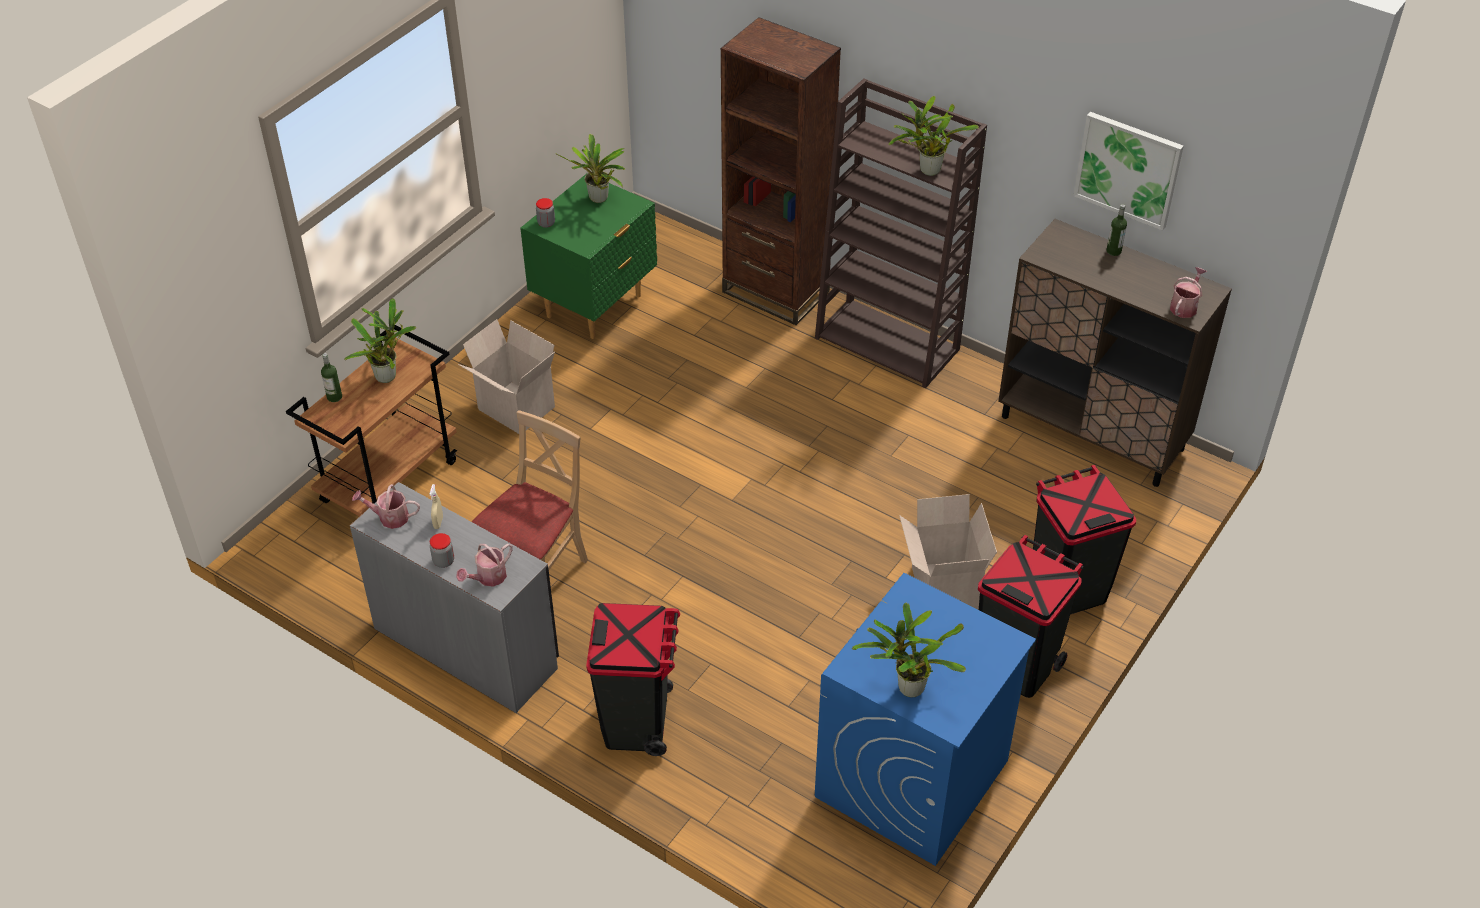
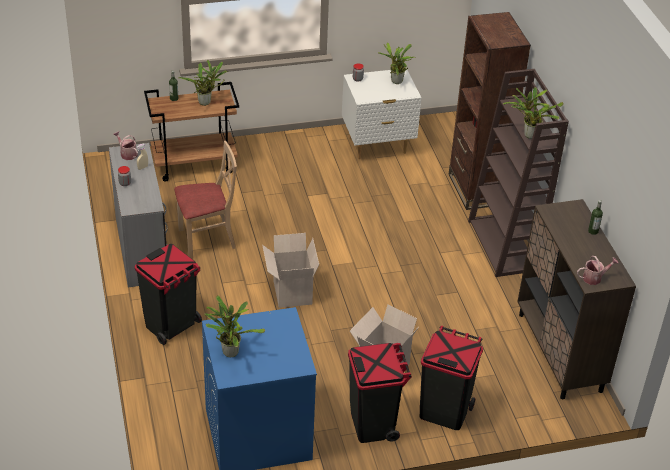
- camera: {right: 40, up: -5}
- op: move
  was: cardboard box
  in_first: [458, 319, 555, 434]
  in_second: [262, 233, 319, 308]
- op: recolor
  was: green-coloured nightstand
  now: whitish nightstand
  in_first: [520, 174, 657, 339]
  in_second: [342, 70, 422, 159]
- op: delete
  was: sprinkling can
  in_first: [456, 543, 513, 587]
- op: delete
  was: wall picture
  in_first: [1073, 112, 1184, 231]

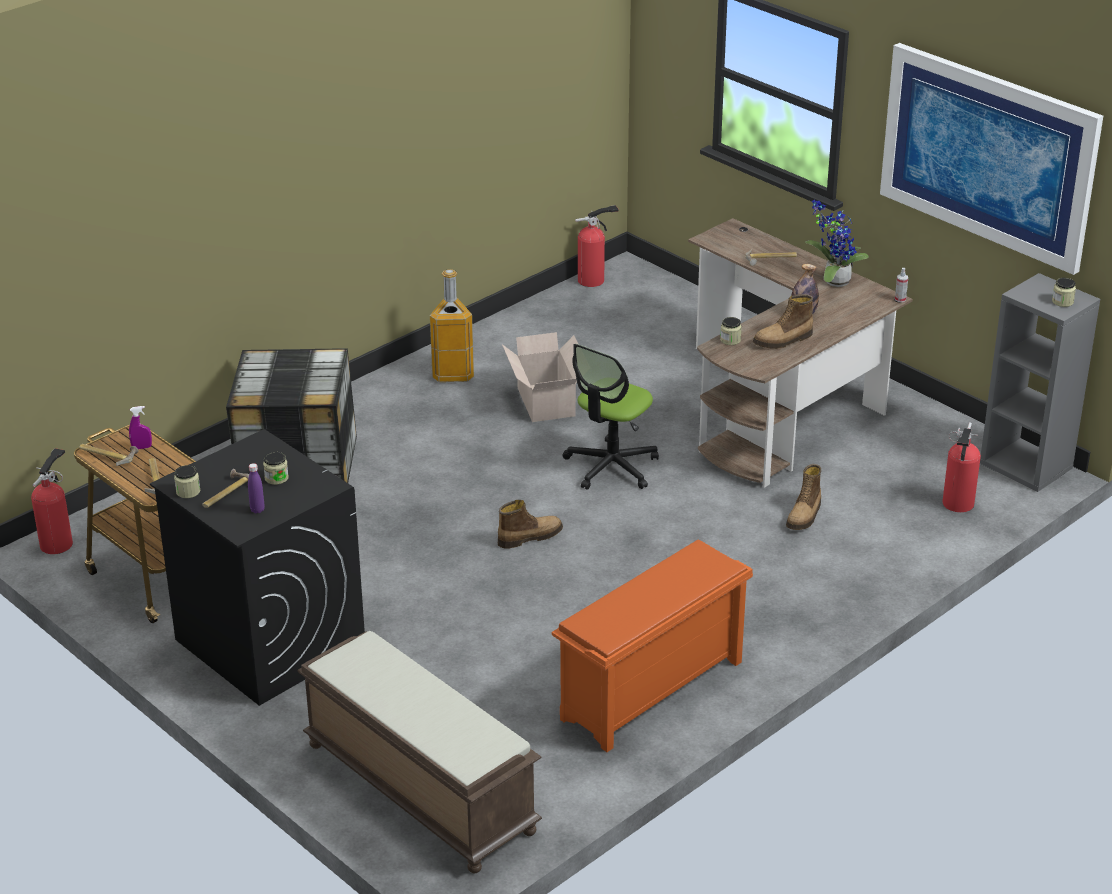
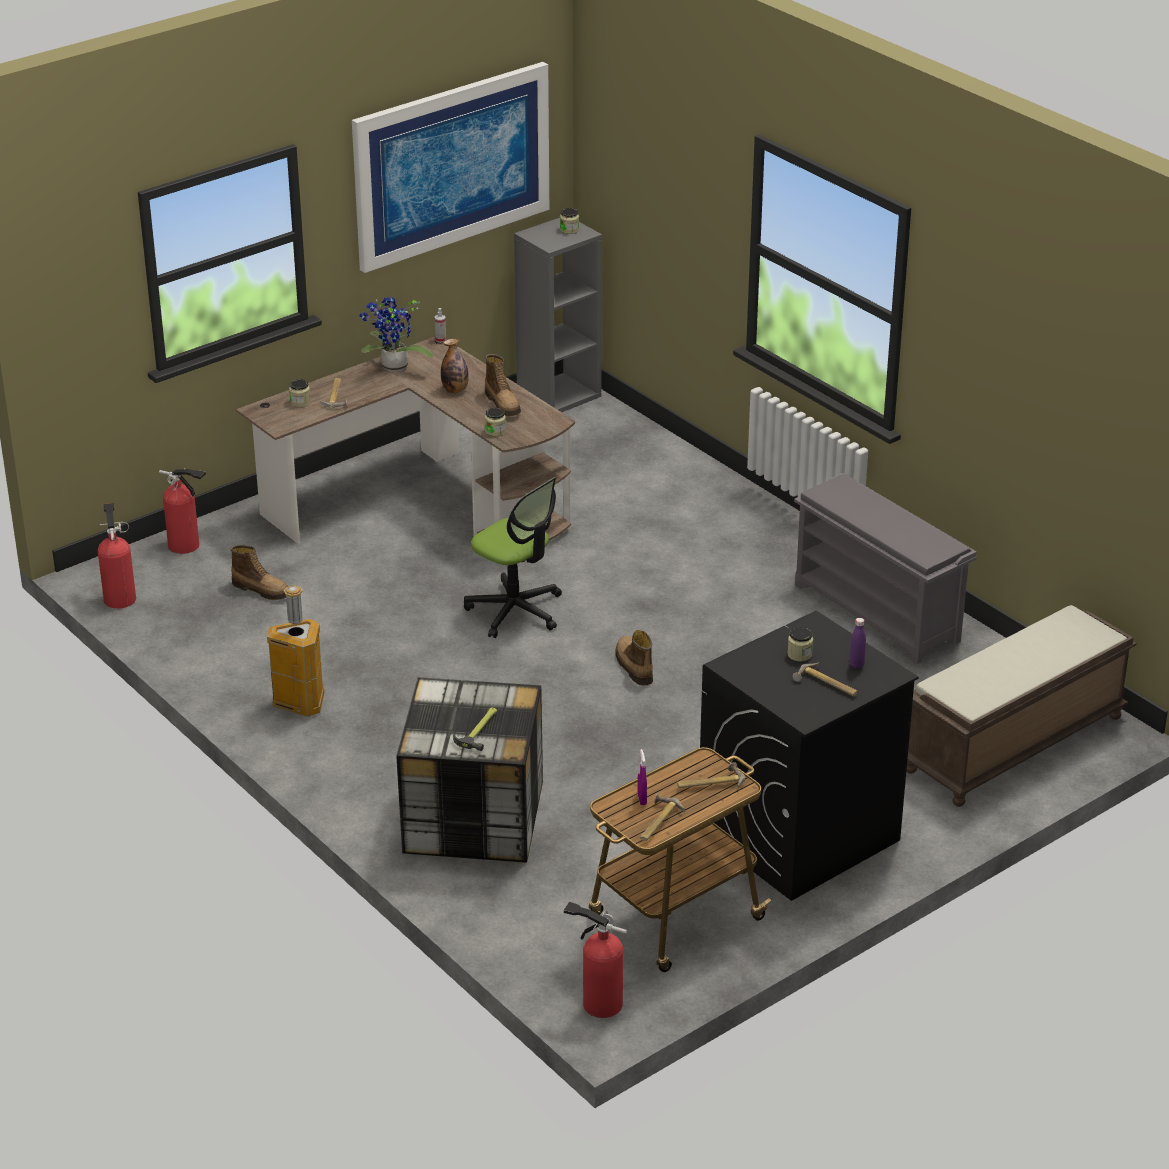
- camera: {right: -85, up: 0}
- op: move
  was: fire-fighting cylinder
  in_first: [942, 422, 981, 512]
  in_second: [159, 469, 206, 554]
- op: move
  was: boot
  in_first: [786, 464, 821, 530]
  in_second: [230, 545, 288, 600]
- op: move
  was: storage jar
  in_first: [174, 465, 200, 498]
  in_second: [289, 379, 311, 407]
- op: insert
  now: hammer
  in_second: [453, 708, 497, 751]
- op: recolor
  was: orange-coloured shoe stand
  now: gray shoe stand
  in_first: [552, 540, 753, 752]
  in_second: [794, 473, 976, 664]
- op: delete
  was: cardboard box
  in_first: [502, 332, 578, 422]

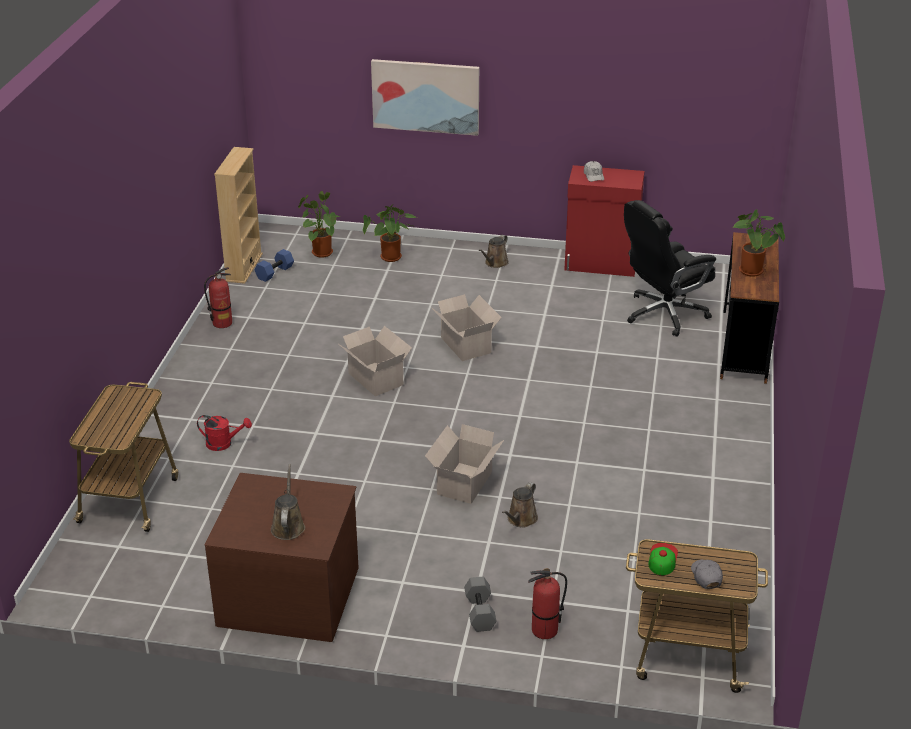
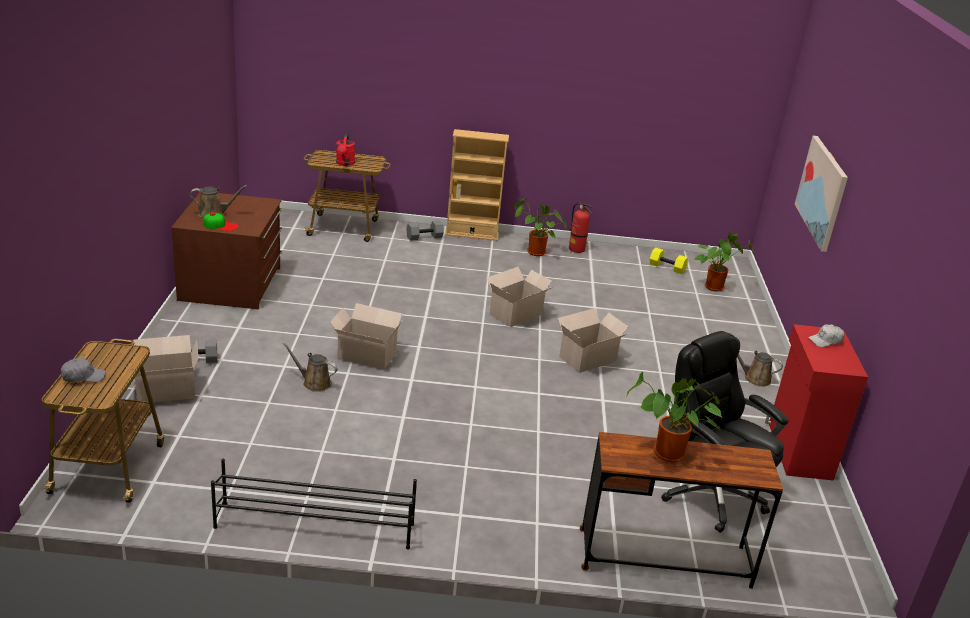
- camera: {right: 80, up: -5}
- op: replace
  was: fire-fighting cylinder
  now: cardboard box
  in_first: [528, 568, 567, 639]
  in_second: [127, 335, 199, 402]
- op: move
  was: cap
  in_first: [648, 543, 678, 575]
  in_second: [203, 212, 238, 231]
- op: insert
  now: black-coloured shoe stand
  in_second: [211, 458, 417, 550]
- op: move
  was: red sprinkling can
  in_first: [197, 415, 252, 451]
  in_second: [336, 134, 355, 166]
- op: insert
  now: gray dumbbell
  in_second: [406, 220, 444, 241]
- op: move
  was: beige bookshelf
  in_first: [214, 147, 263, 284]
  in_second: [445, 129, 509, 241]
- op: move
  was: potted plant
  in_first: [363, 205, 417, 262]
  in_second: [514, 197, 566, 256]
- op: recolor
  was: blue dumbbell
  now: yellowish dumbbell
  in_first: [255, 249, 294, 282]
  in_second: [650, 248, 688, 274]

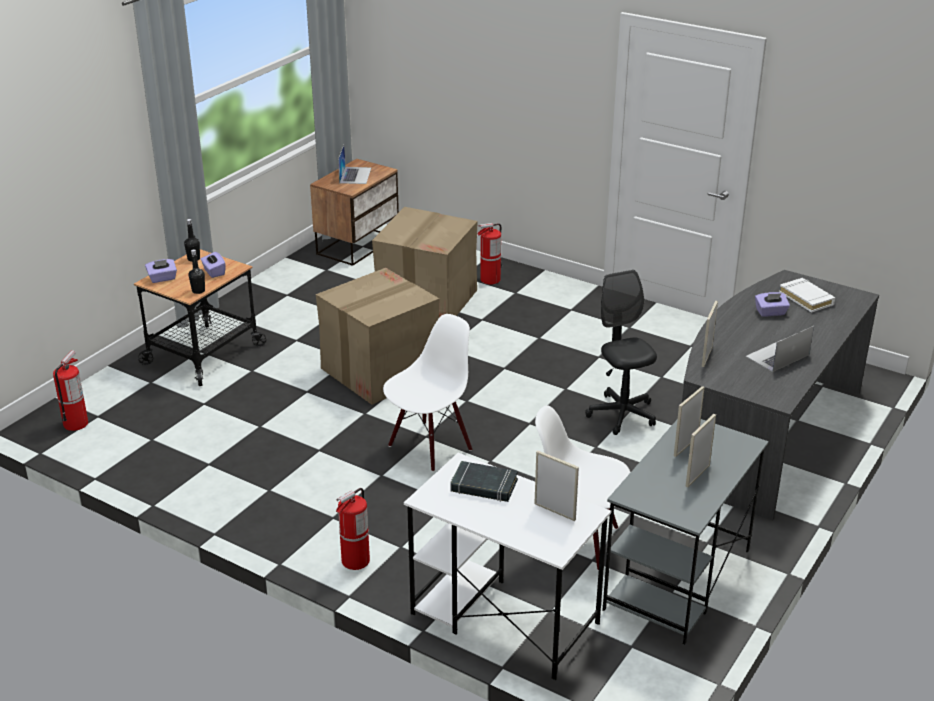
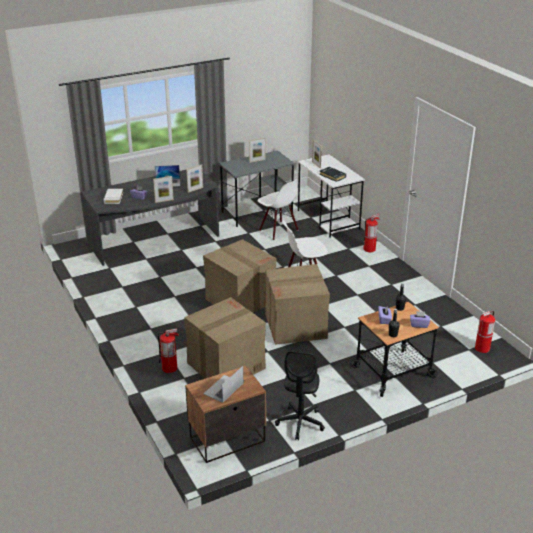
- camera: {right: -150, up: 0}
- op: move
  was: standing frame
  in_first: [674, 386, 705, 457]
  in_second: [153, 176, 174, 203]
- op: insert
  now: cardboard box
  in_second: [203, 239, 277, 313]
- op: move
  was: black-coloured computer chair
  in_first: [585, 270, 657, 435]
  in_second: [275, 351, 325, 440]

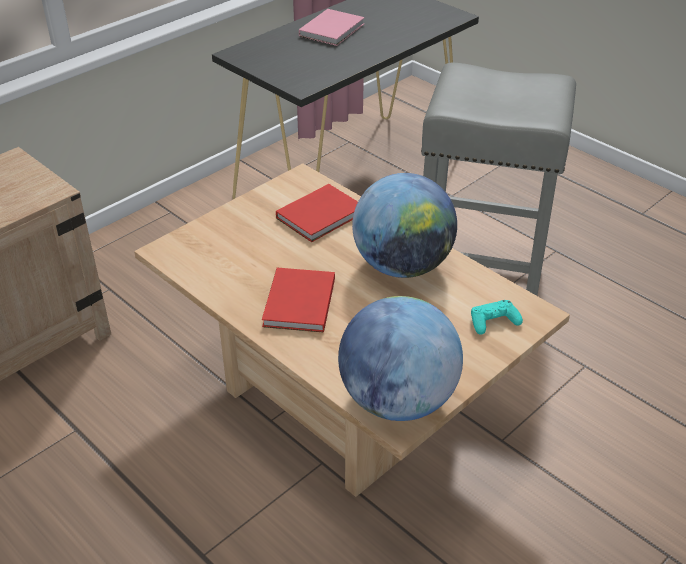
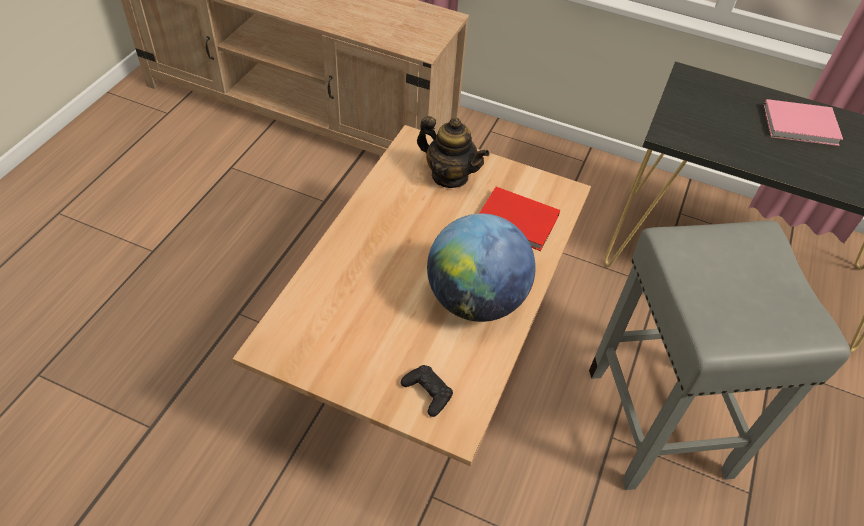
- camera: {right: 65, up: 10}
- op: recolor
  was: turquoise-coloured gamepad
  now: black-coloured gamepad
  in_first: [471, 300, 523, 335]
  in_second: [401, 365, 453, 417]
- op: insert
  now: pot for tea
  in_second: [417, 116, 490, 188]
- op: delete
  was: red book
  in_first: [262, 268, 335, 333]
- op: delete
  was: globe
  in_first: [338, 296, 463, 421]

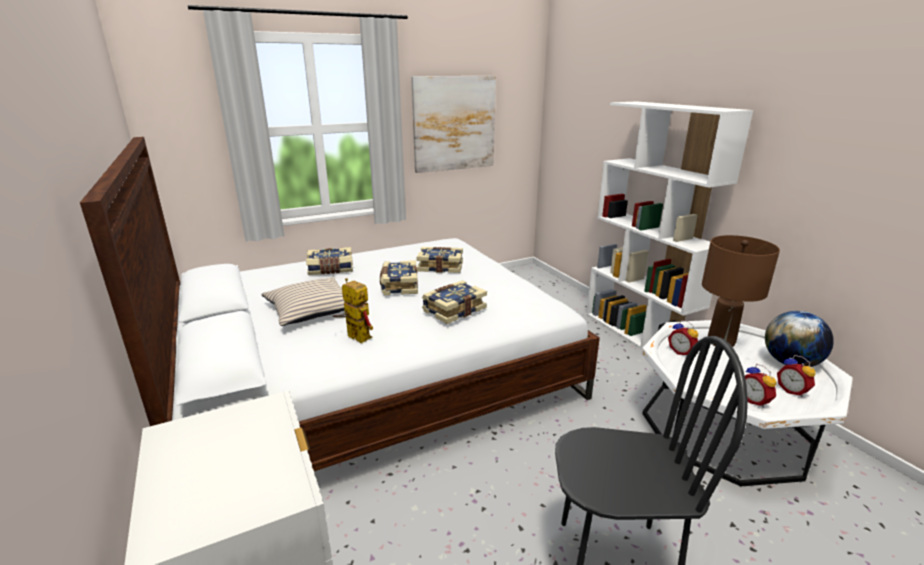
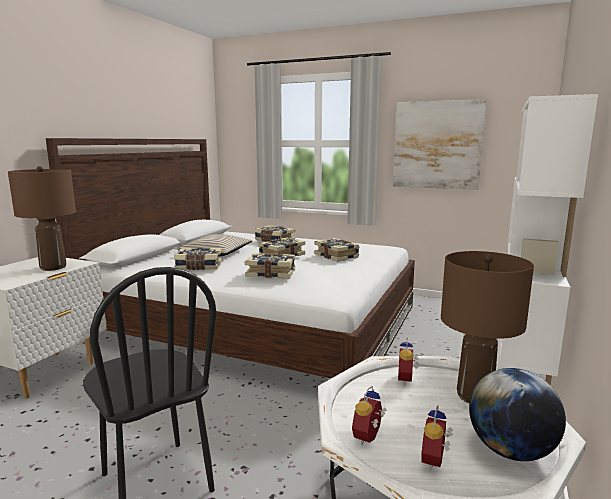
- camera: {right: 50, up: -10}
- op: insert
  now: brownish lamp for a table
  in_second: [8, 166, 76, 271]
- op: replace
  was: model robot
  now: book
  in_first: [333, 278, 374, 343]
  in_second: [174, 247, 222, 270]

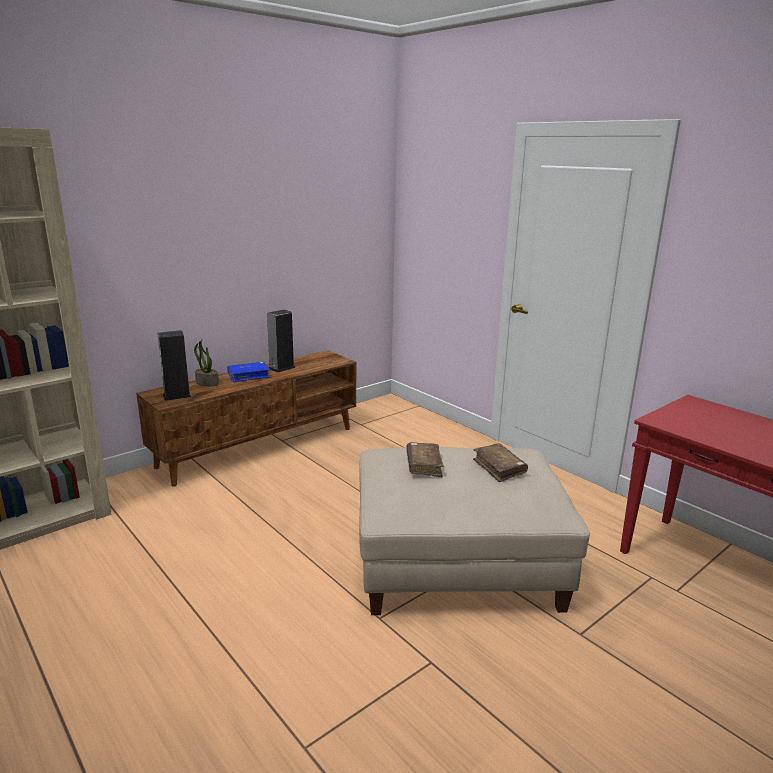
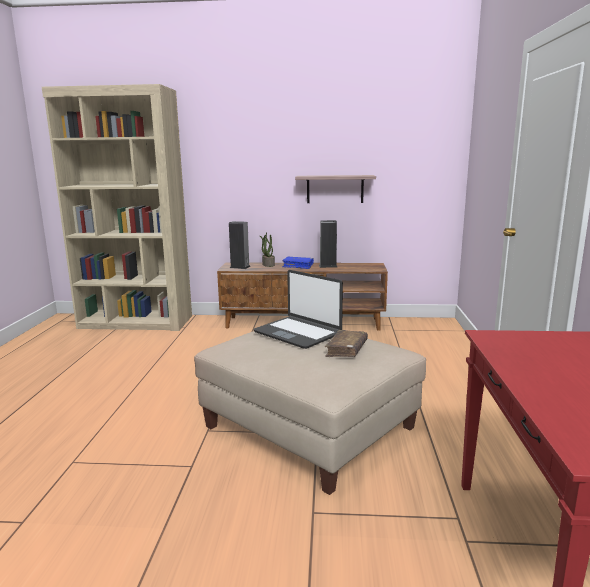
- camera: {right: 45, up: -5}
- op: replace
  was: brownish book
  now: notebook computer
  in_first: [406, 442, 444, 477]
  in_second: [253, 270, 343, 349]
- op: insert
  now: bracket shelf
  in_second: [295, 175, 376, 203]

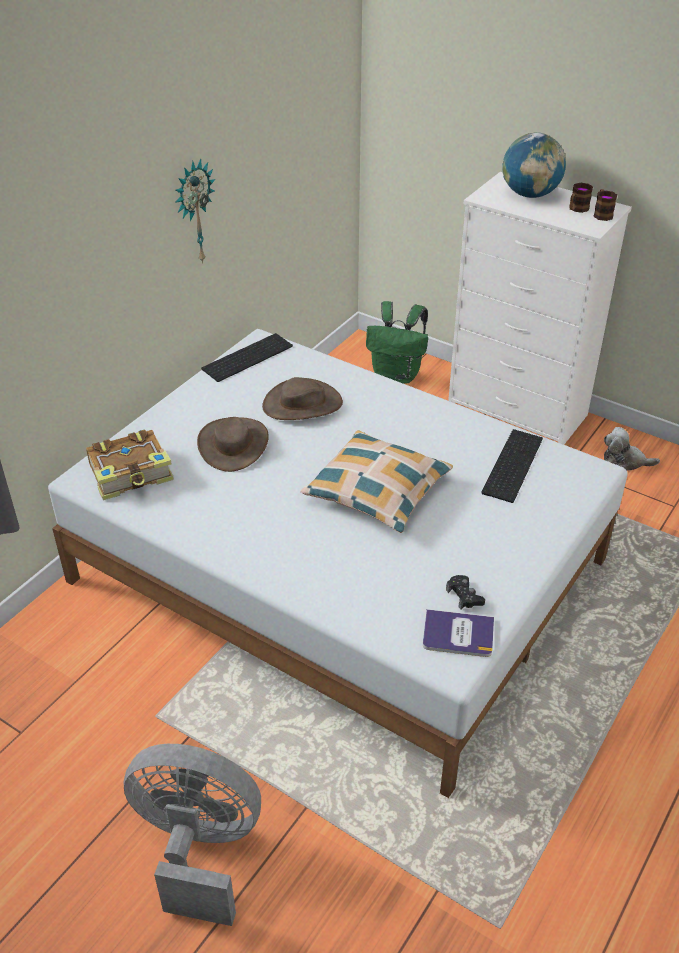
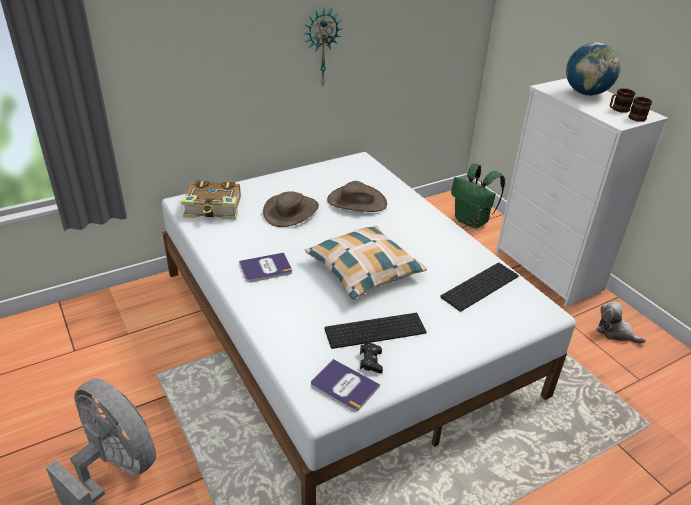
- camera: {right: 25, up: -5}
- op: insert
  now: book
  in_second: [239, 252, 292, 282]
- op: move
  was: PC keyboard
  in_first: [201, 333, 293, 382]
  in_second: [324, 313, 427, 349]

